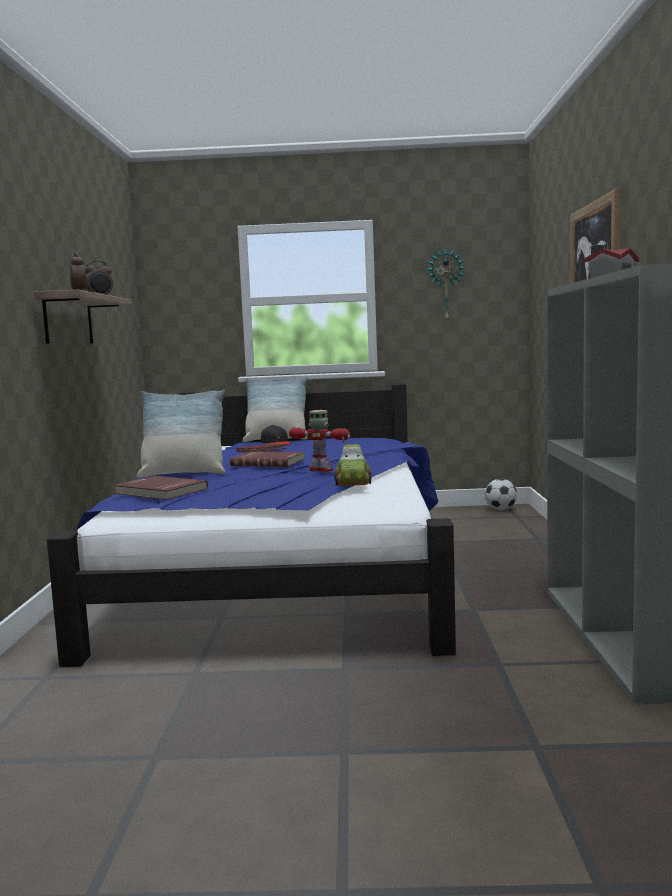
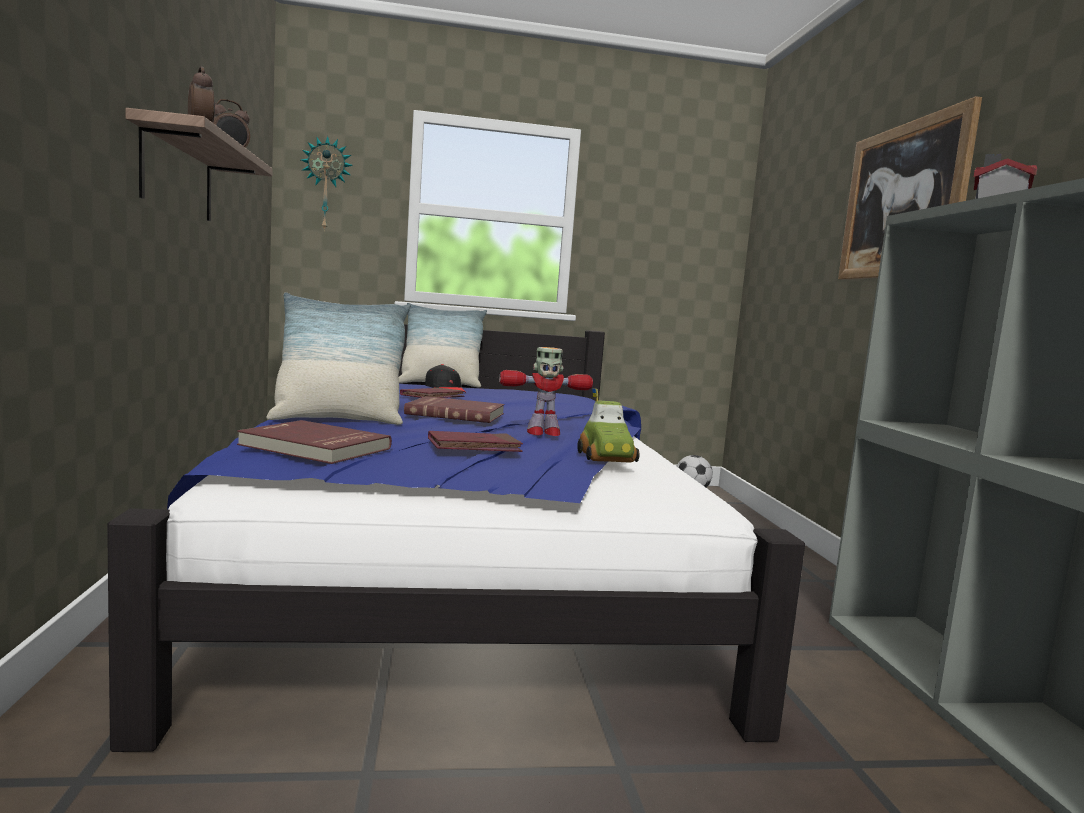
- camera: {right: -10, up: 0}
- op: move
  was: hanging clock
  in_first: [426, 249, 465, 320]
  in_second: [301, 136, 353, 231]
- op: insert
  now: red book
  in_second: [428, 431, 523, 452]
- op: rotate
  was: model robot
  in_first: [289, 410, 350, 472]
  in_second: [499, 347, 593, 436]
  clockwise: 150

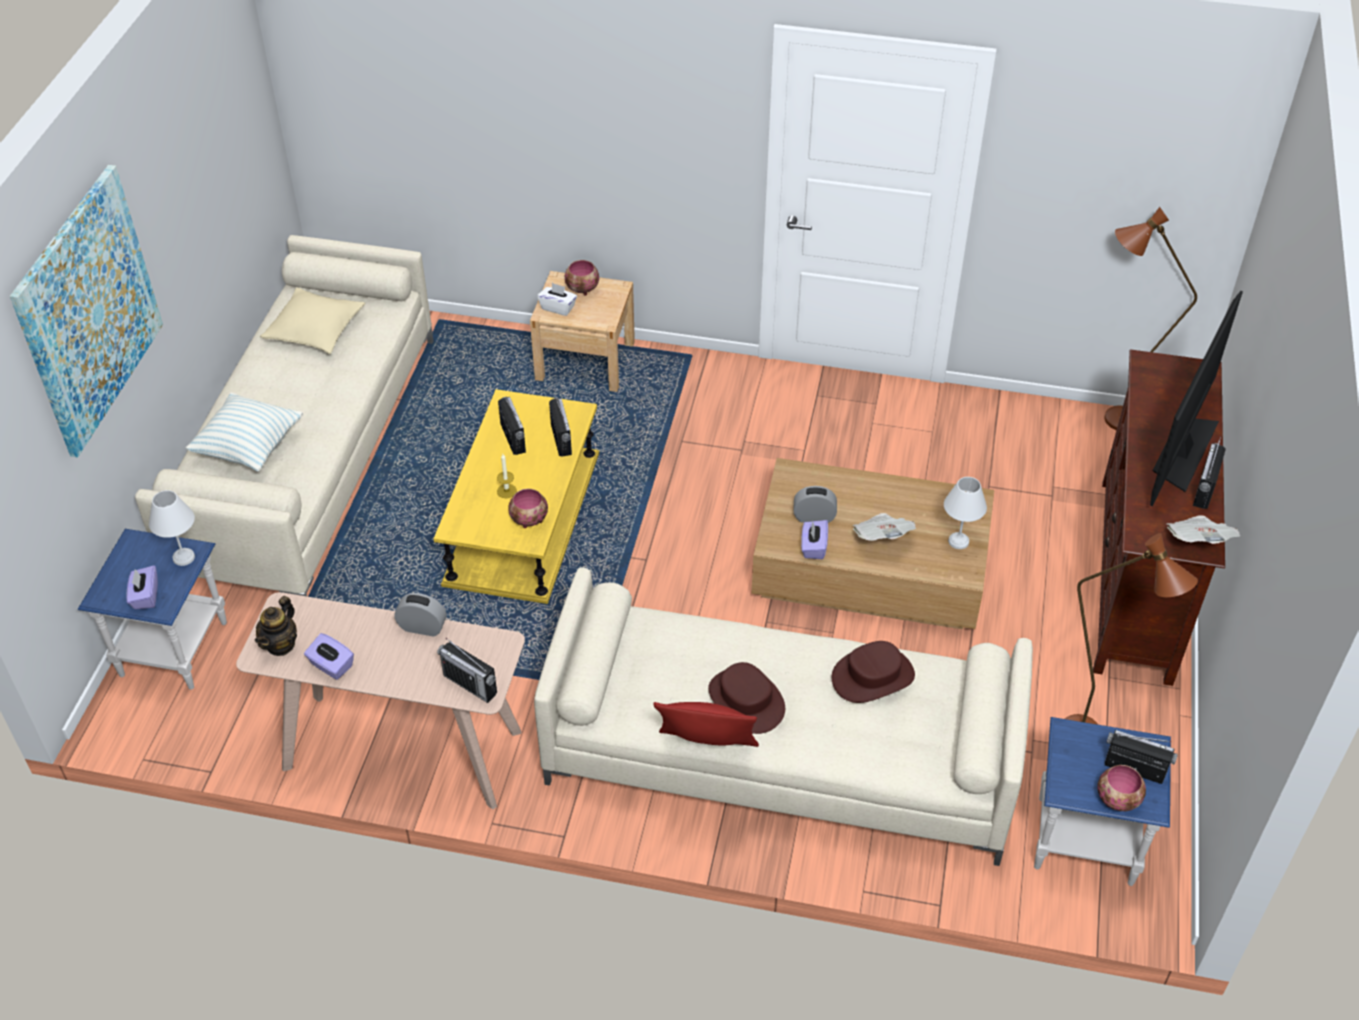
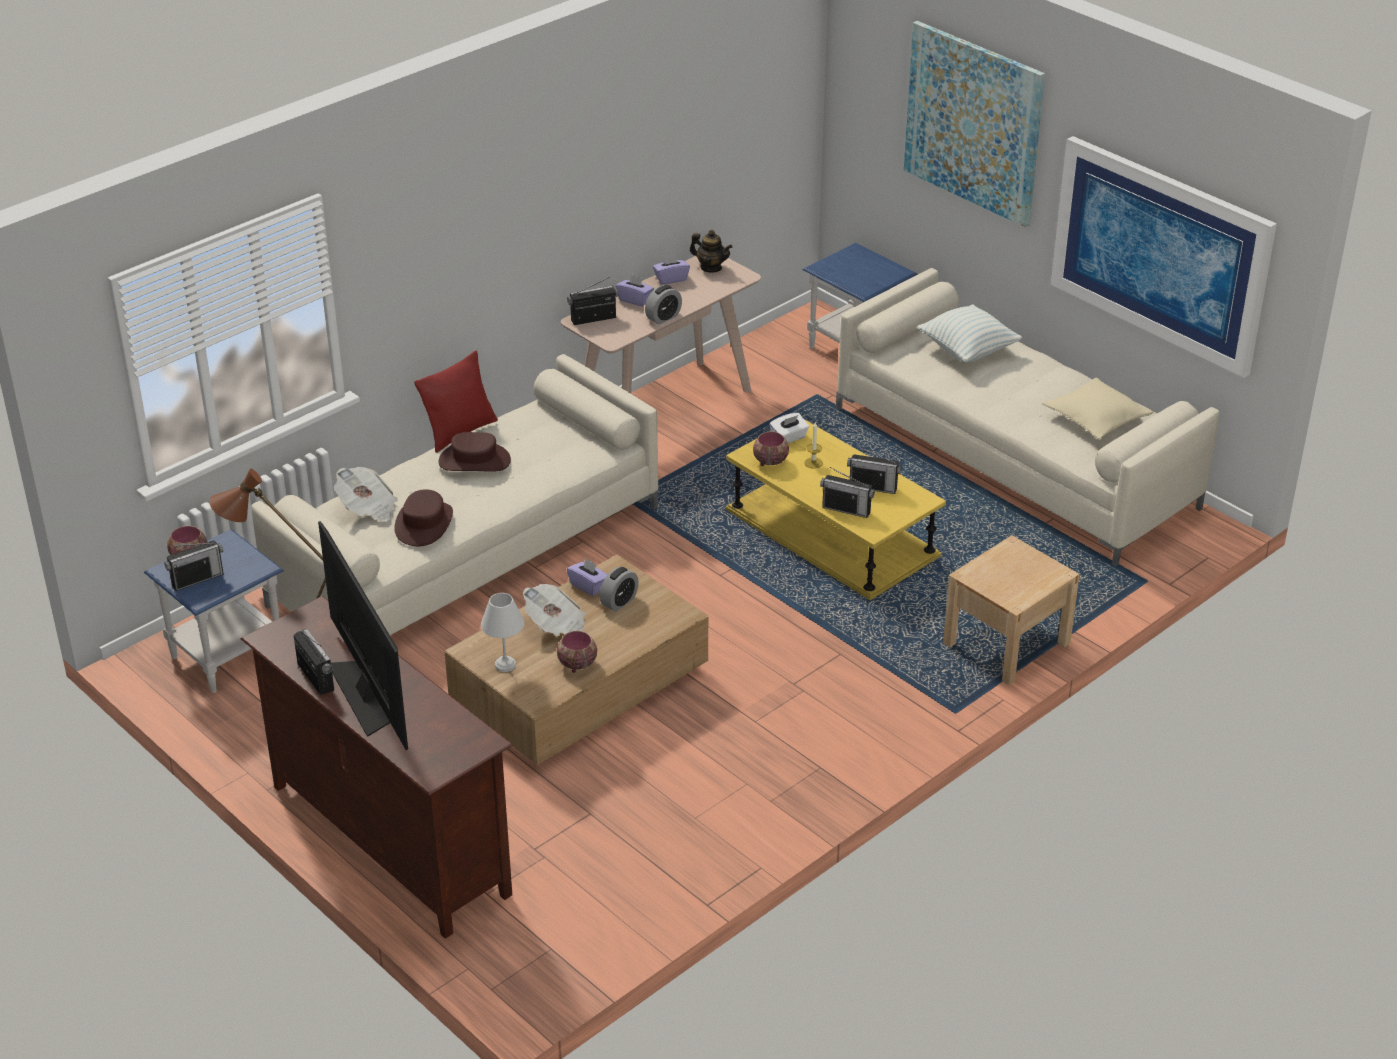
- camera: {right: 125, up: -10}
- op: move
  was: newspaper
  in_first: [1167, 515, 1240, 544]
  in_second: [334, 467, 398, 522]
- op: move
  was: serving bowl
  in_first: [565, 260, 599, 296]
  in_second: [557, 631, 597, 673]
- op: move
  was: purple-coloured tissue holder
  in_first: [126, 565, 158, 609]
  in_second: [615, 274, 654, 306]
- op: rotate
  was: pot for tea
  in_first: [255, 596, 297, 656]
  in_second: [690, 230, 732, 272]
  clockwise: 150
- op: move
  was: whitish tissue holder
  in_first: [537, 283, 577, 316]
  in_second: [769, 413, 809, 443]
- op: insert
  now: wall picture
  in_second: [1051, 136, 1277, 378]
- op: delete
  was: whitish lamp for a table
  in_first: [149, 490, 195, 566]
- op: delete
  was: brownish standing lamp
  in_first: [1105, 207, 1197, 430]

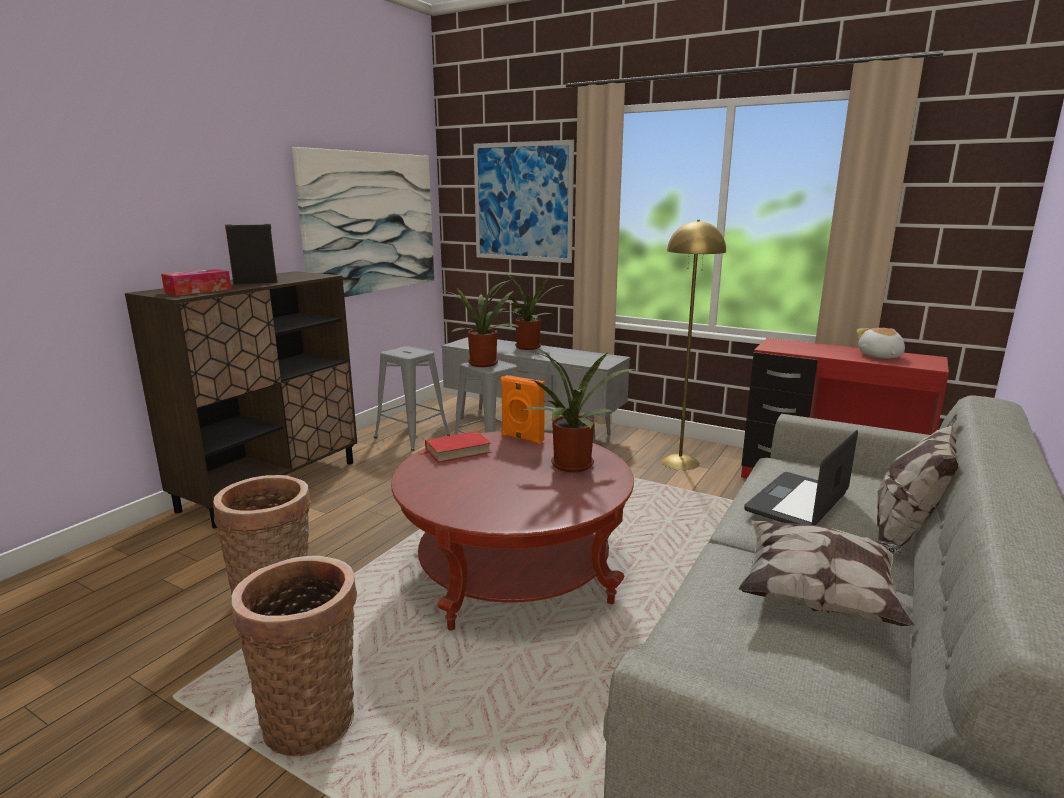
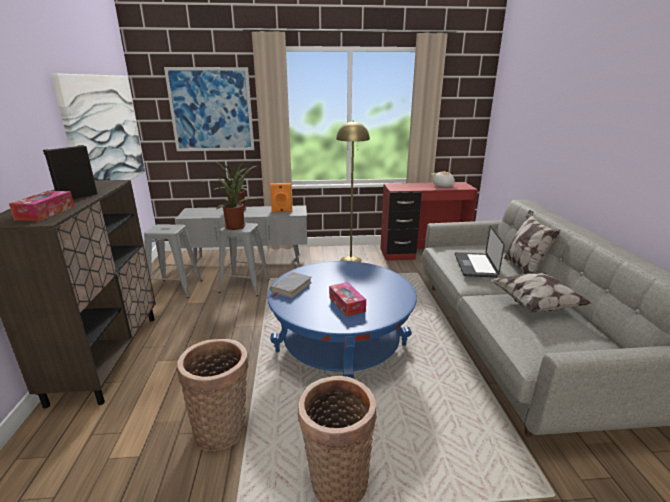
- camera: {right: -35, up: 5}
- op: recolor
  was: red lounge table
  now: blue lounge table
  in_first: [391, 431, 634, 630]
  in_second: [267, 261, 417, 379]
- op: move
  was: orange-coloured audio speaker
  in_first: [501, 375, 545, 444]
  in_second: [270, 183, 292, 212]
- op: recolor
  was: red book
  now: gray book
  in_first: [419, 431, 491, 463]
  in_second: [270, 272, 312, 298]
- op: insert
  now: tissue holder
  in_second: [329, 282, 366, 317]
- op: delete
  was: potted plant
  in_first: [520, 348, 635, 472]

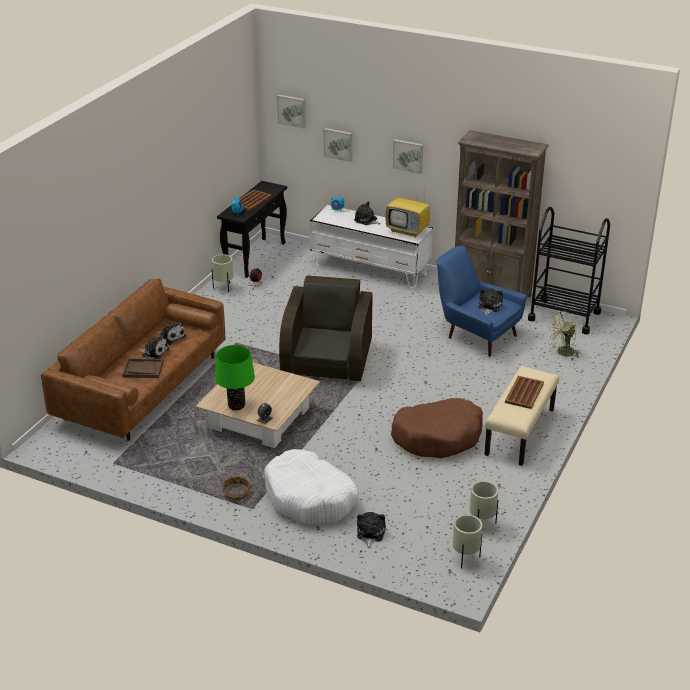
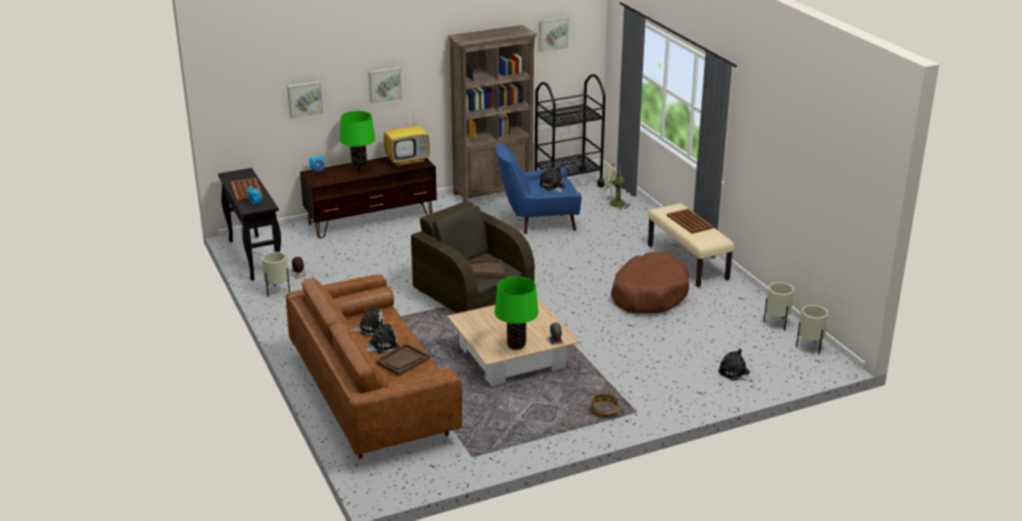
- camera: {right: -50, up: -5}
- op: recolor
  was: whitish media console
  now: brownish media console
  in_first: [310, 205, 433, 289]
  in_second: [300, 157, 437, 238]
- op: replace
  was: plush toy
  now: green-coloured lamp for a table
  in_first: [354, 201, 381, 225]
  in_second: [340, 111, 375, 171]
- op: insert
  now: brownish carrying tray
  in_second: [468, 260, 504, 278]
- op: move
  was: wall picture
  in_first: [277, 95, 306, 129]
  in_second: [538, 17, 569, 52]
- op: rotate
  was: green-coloured electric fan
  in_first: [547, 311, 581, 360]
  in_second: [601, 163, 632, 210]
  clockwise: 60
- op: delete
  was: whitish pet bed
  in_first: [264, 449, 359, 525]

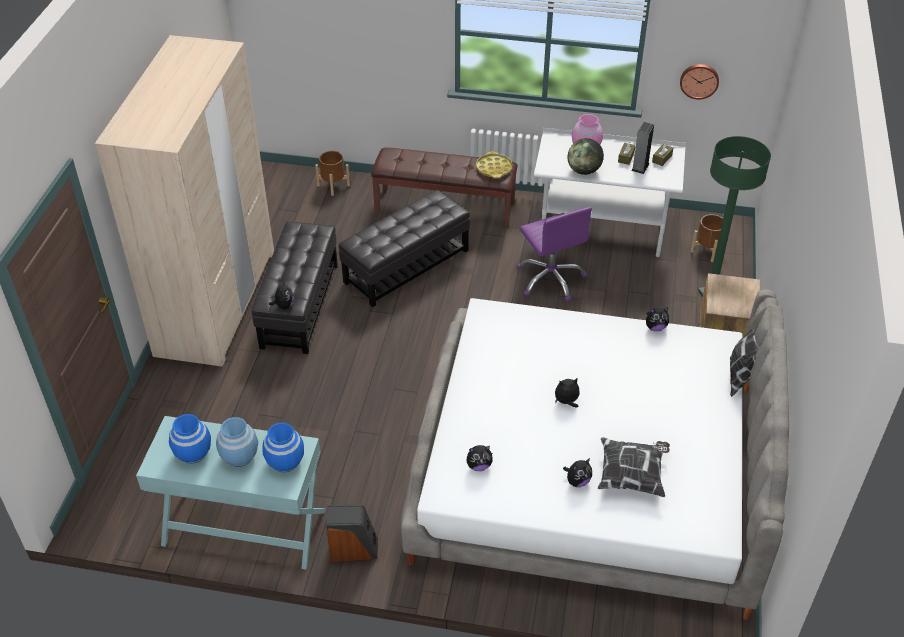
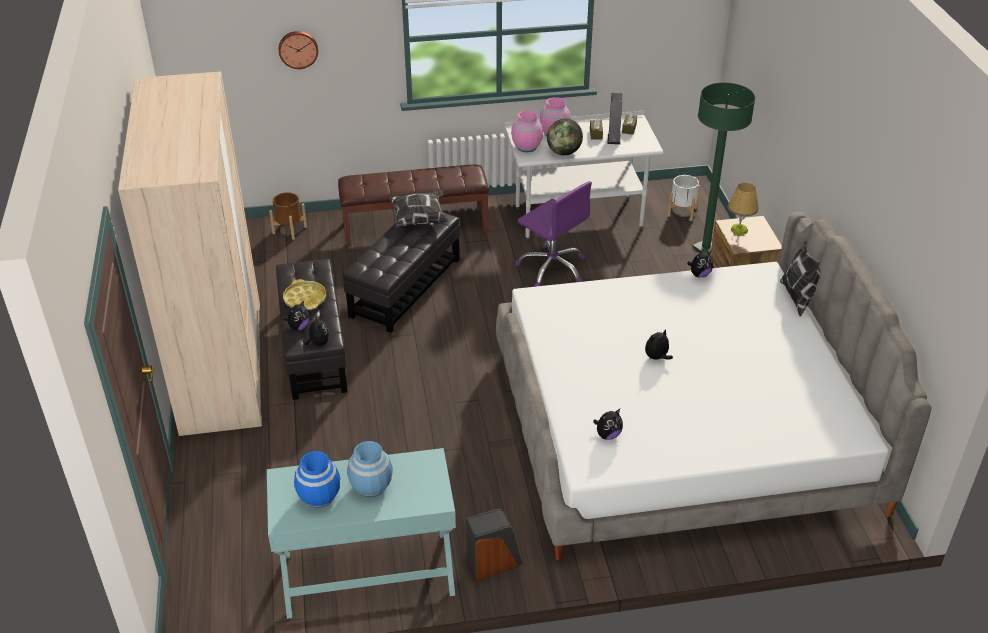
- camera: {right: -20, up: -5}
- op: move
  was: hanging clock
  in_first: [680, 64, 719, 99]
  in_second: [279, 31, 318, 69]
- op: move
  was: yellowish carrying tray
  in_first: [476, 151, 513, 178]
  in_second: [283, 279, 326, 310]
- op: move
  was: plush toy
  in_first: [563, 458, 592, 487]
  in_second: [284, 300, 310, 330]
- op: move
  was: cushion
  in_first: [598, 437, 670, 497]
  in_second: [389, 190, 448, 227]
- op: insert
  now: pink decorative vase
  in_second: [511, 110, 543, 152]
- op: recolor
  was: brownish plant pot
  now: whitish plant pot
  in_first: [691, 214, 723, 262]
  in_second: [668, 175, 700, 221]
- op: insert
  now: lamp for a table
  in_second: [728, 182, 759, 235]
- op: delete
  was: blue decorative vase
  in_first: [263, 422, 304, 473]

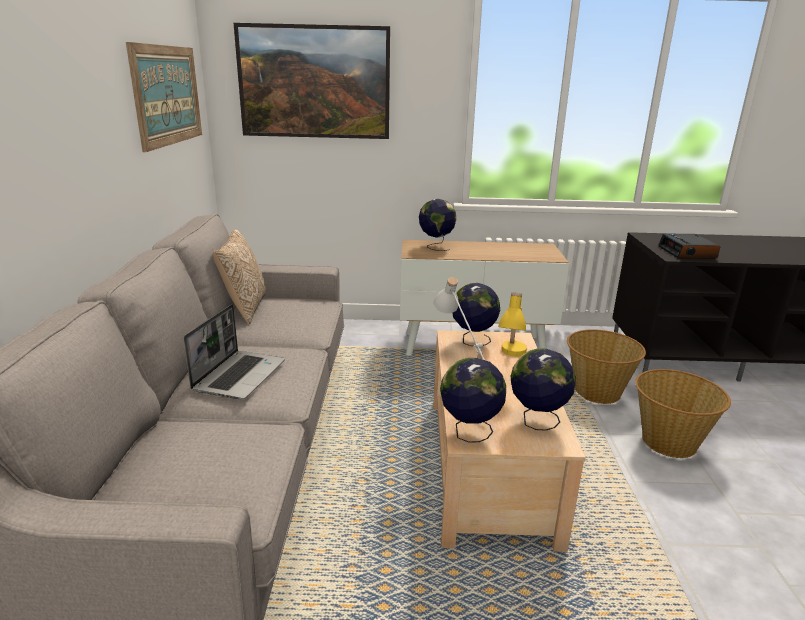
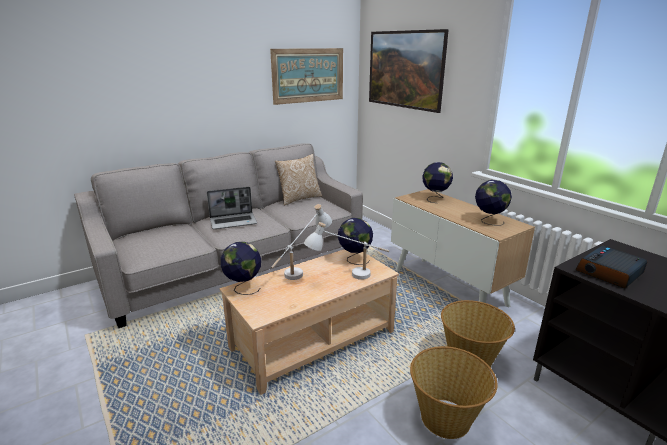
- camera: {right: 55, up: 0}
- op: recolor
  was: yellowish lamp for a table
  now: whitish lamp for a table
  in_first: [498, 292, 527, 357]
  in_second: [304, 222, 389, 280]
- op: move
  was: globe
  in_first: [511, 348, 576, 431]
  in_second: [475, 180, 512, 226]

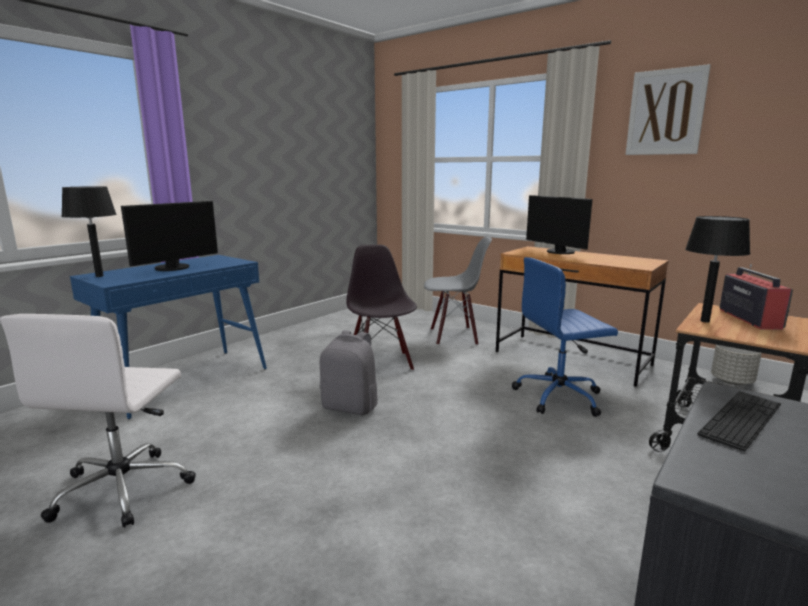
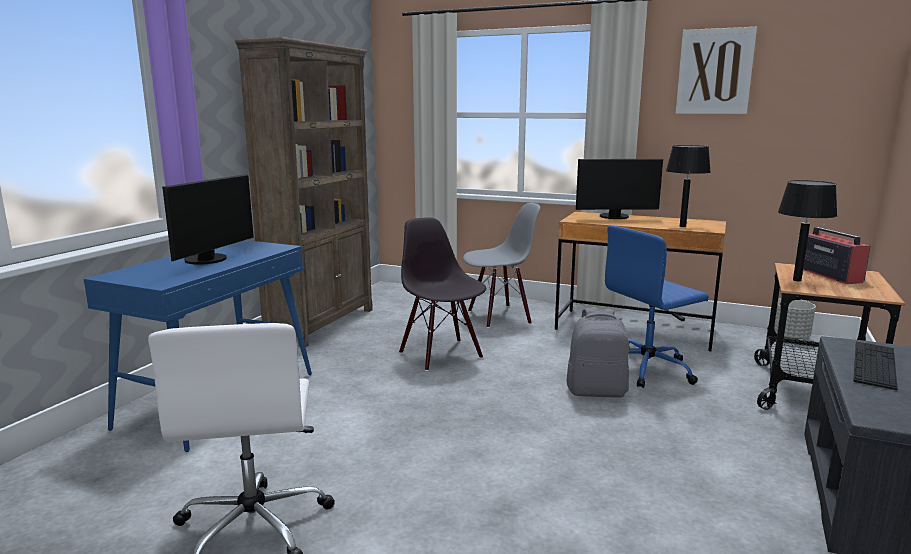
- camera: {right: -15, up: 0}
- op: insert
  now: brownish bookshelf
  in_second: [235, 36, 373, 347]
- op: move
  was: gray backpack
  in_first: [320, 330, 378, 415]
  in_second: [567, 309, 629, 398]
- op: rotate
  was: computer display
  in_first: [526, 195, 593, 254]
  in_second: [576, 159, 663, 219]
  clockwise: -45
- op: move
  was: black-coloured lamp for a table
  in_first: [61, 186, 117, 277]
  in_second: [666, 145, 711, 227]

